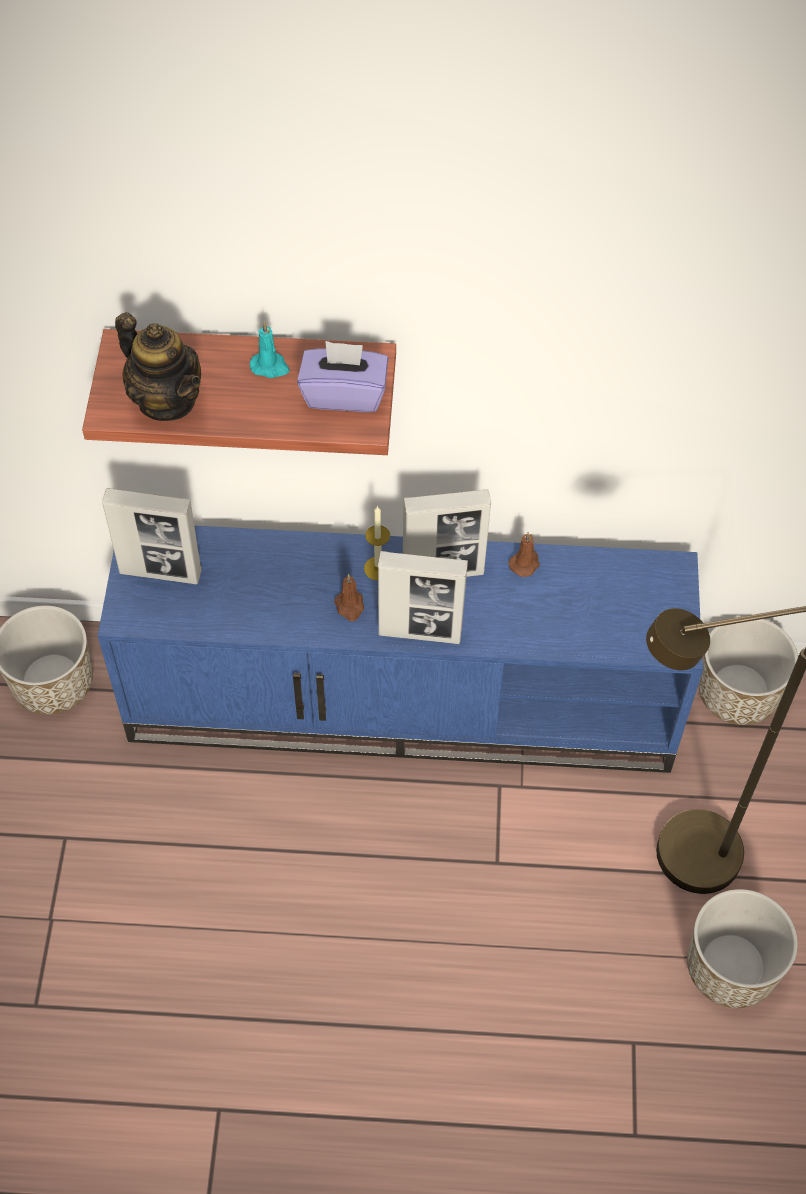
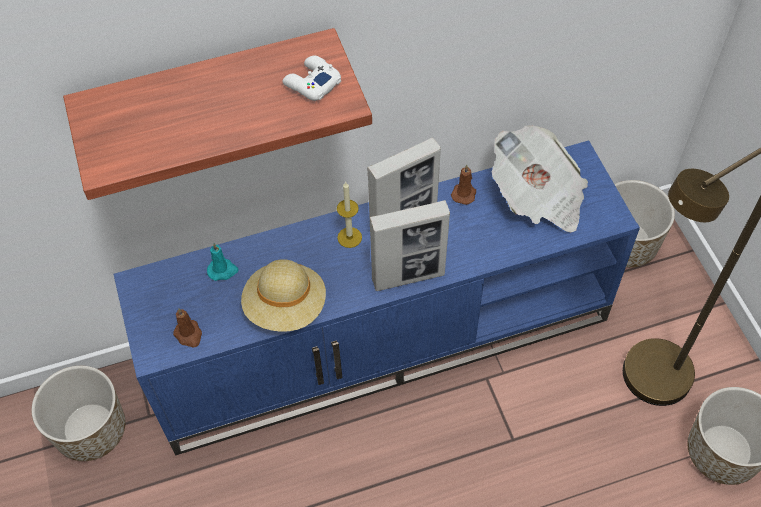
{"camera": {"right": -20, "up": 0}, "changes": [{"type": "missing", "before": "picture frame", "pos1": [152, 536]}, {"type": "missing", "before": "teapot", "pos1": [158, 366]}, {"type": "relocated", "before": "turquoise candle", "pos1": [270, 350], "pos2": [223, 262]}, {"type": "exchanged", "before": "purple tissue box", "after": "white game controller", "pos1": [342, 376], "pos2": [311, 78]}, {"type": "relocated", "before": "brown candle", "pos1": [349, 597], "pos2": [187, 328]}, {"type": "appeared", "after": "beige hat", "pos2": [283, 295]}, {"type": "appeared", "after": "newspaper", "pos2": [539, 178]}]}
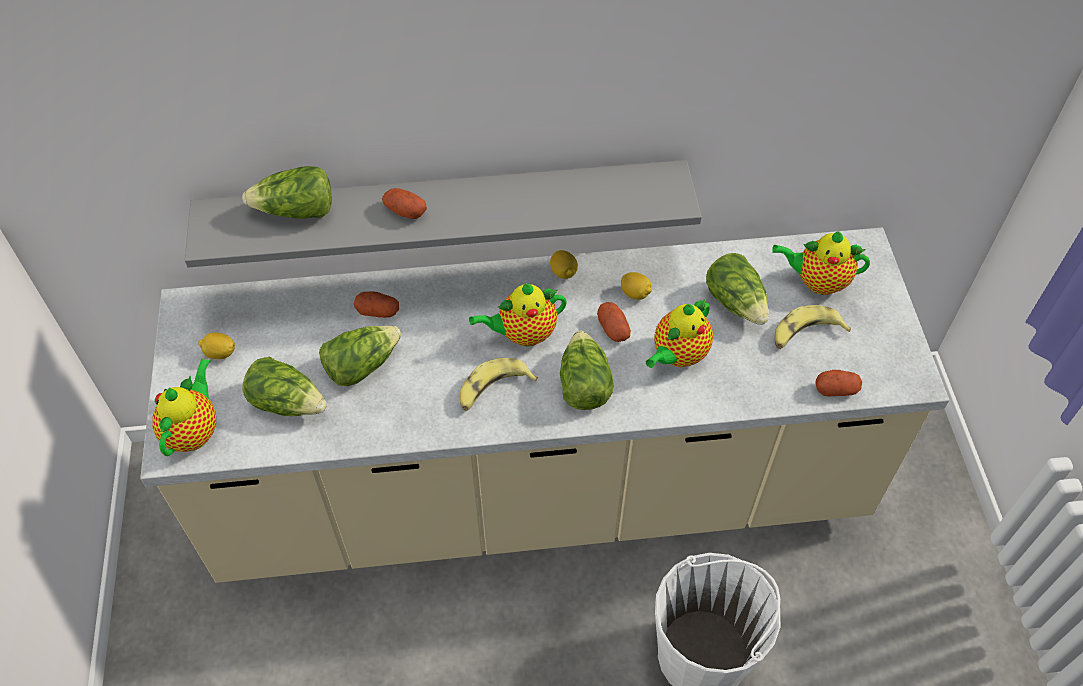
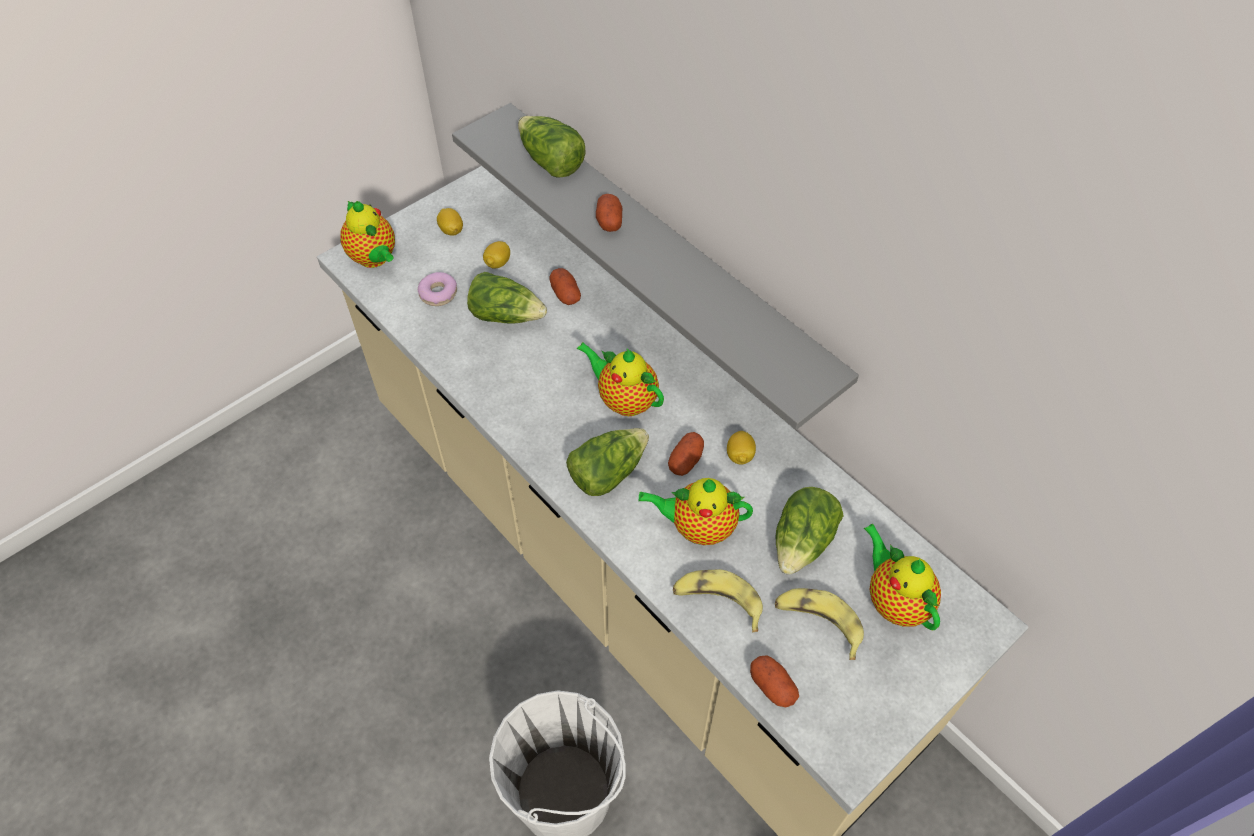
{"camera": {"right": 55, "up": 0}, "changes": [{"type": "spun", "before": "teapot", "pos1": [184, 407], "pos2": [367, 234], "turn": 75}, {"type": "exchanged", "before": "lettuce", "after": "donut", "pos1": [284, 386], "pos2": [437, 289]}, {"type": "relocated", "before": "banana", "pos1": [499, 384], "pos2": [718, 601]}, {"type": "relocated", "before": "lemon", "pos1": [564, 264], "pos2": [496, 255]}]}
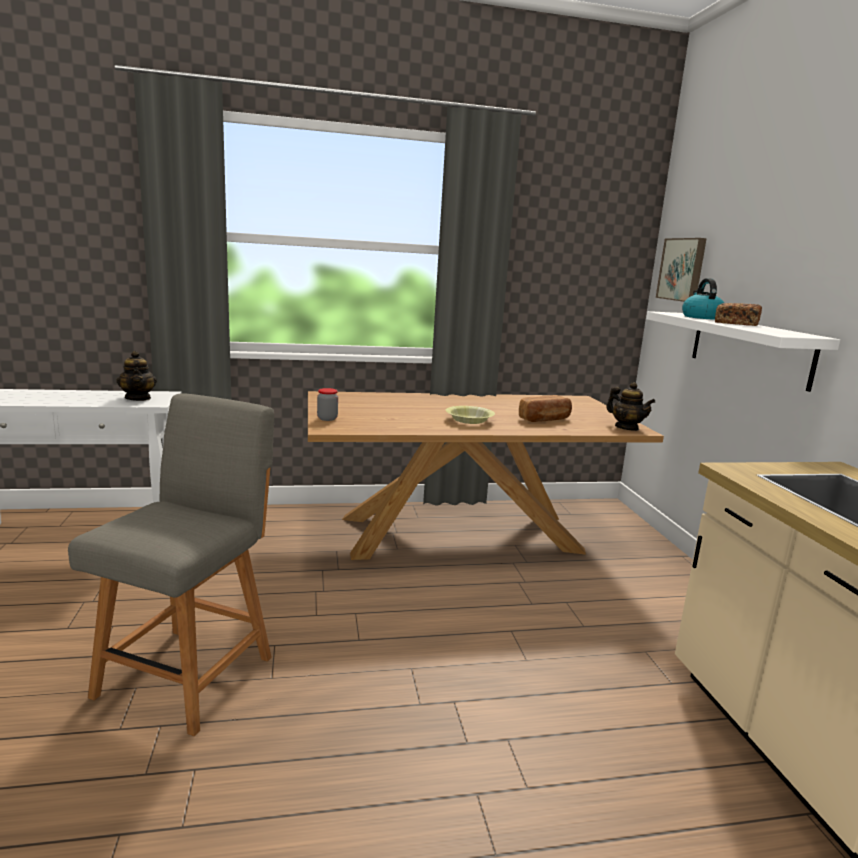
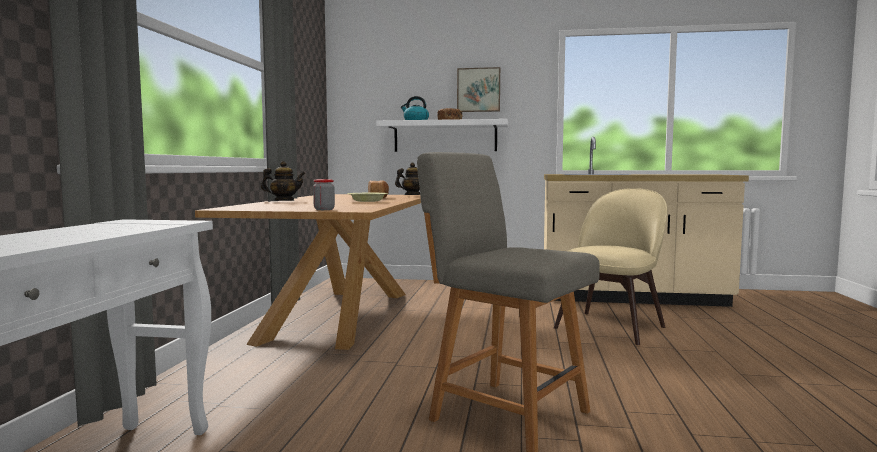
{"camera": {"right": -70, "up": -10}, "changes": [{"type": "relocated", "before": "teapot", "pos1": [137, 376], "pos2": [283, 181]}, {"type": "relocated", "before": "picture", "pos1": [681, 270], "pos2": [478, 89]}, {"type": "appeared", "after": "beige chair", "pos2": [610, 266]}]}
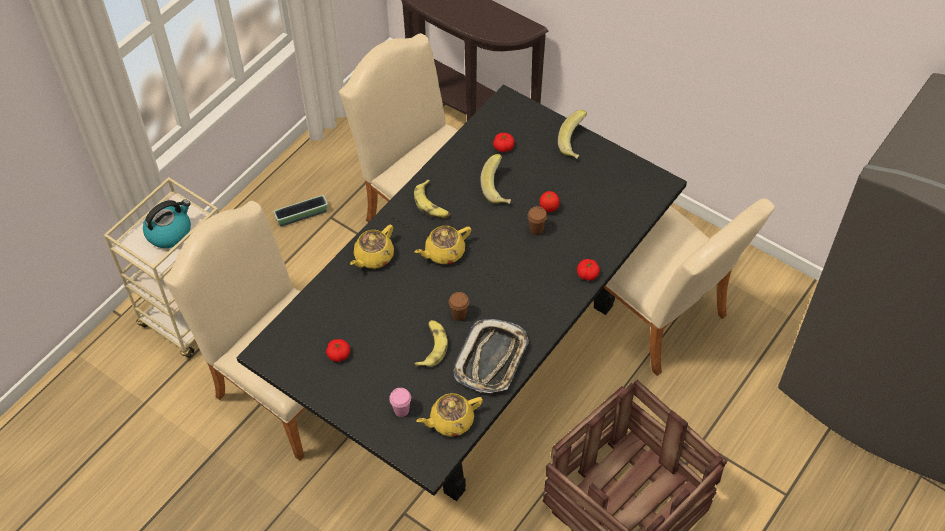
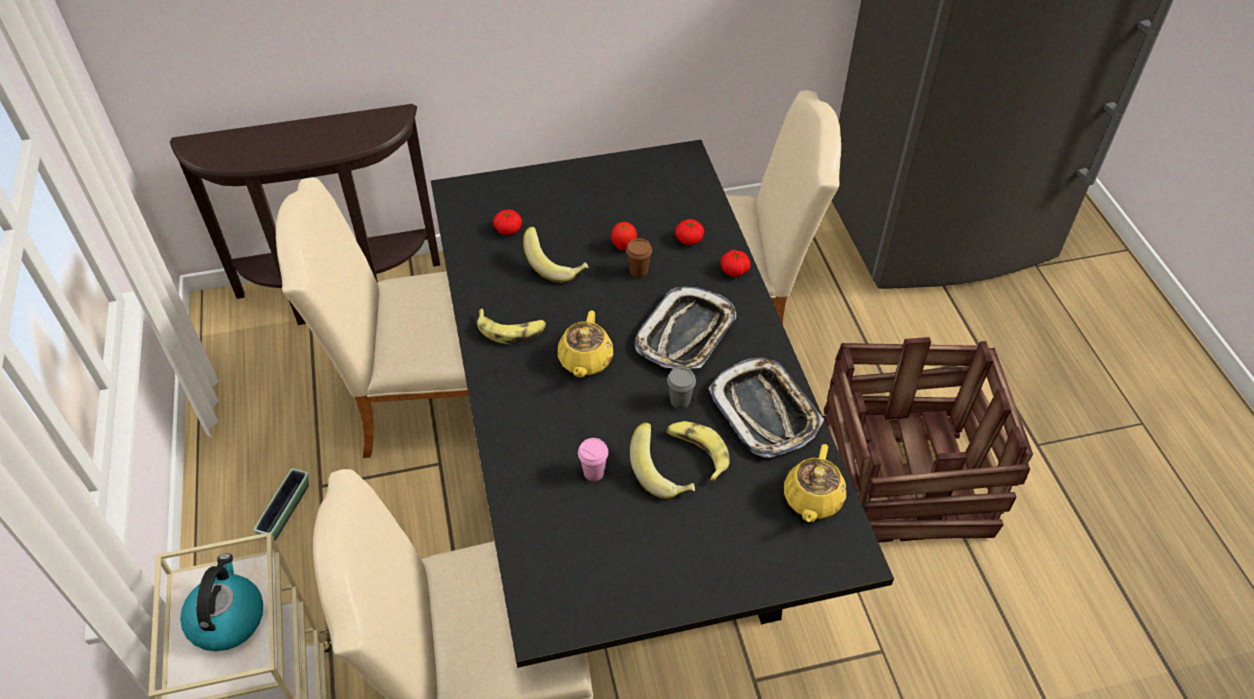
{"camera": {"right": -50, "up": -5}, "changes": [{"type": "relocated", "before": "tomato", "pos1": [338, 350], "pos2": [689, 232]}, {"type": "missing", "before": "yellow teapot", "pos1": [372, 247]}, {"type": "relocated", "before": "pink cup", "pos1": [400, 402], "pos2": [593, 459]}, {"type": "colour", "before": "brown cup", "after": "grey cup", "pos1": [459, 306], "pos2": [681, 388]}, {"type": "relocated", "before": "banana", "pos1": [572, 134], "pos2": [662, 460]}, {"type": "appeared", "after": "tray", "pos2": [685, 327]}]}
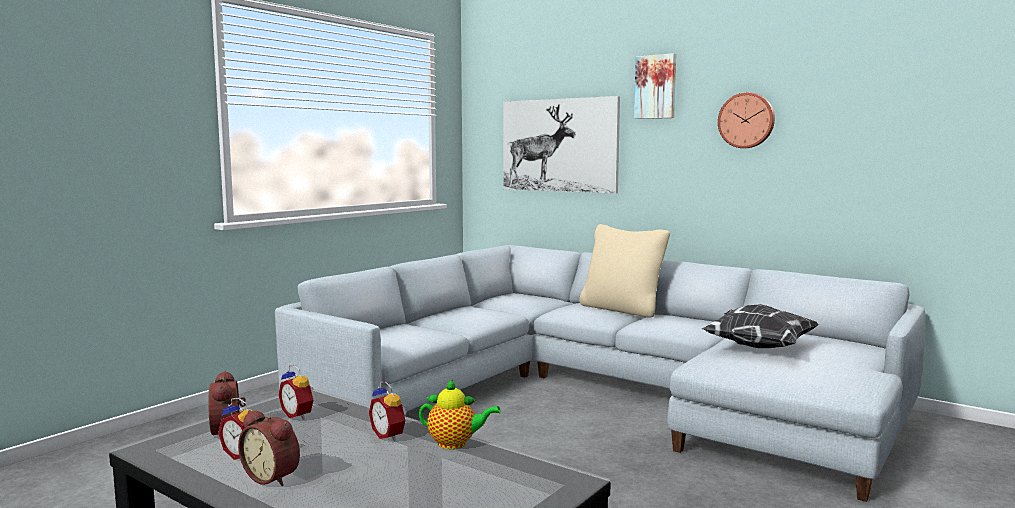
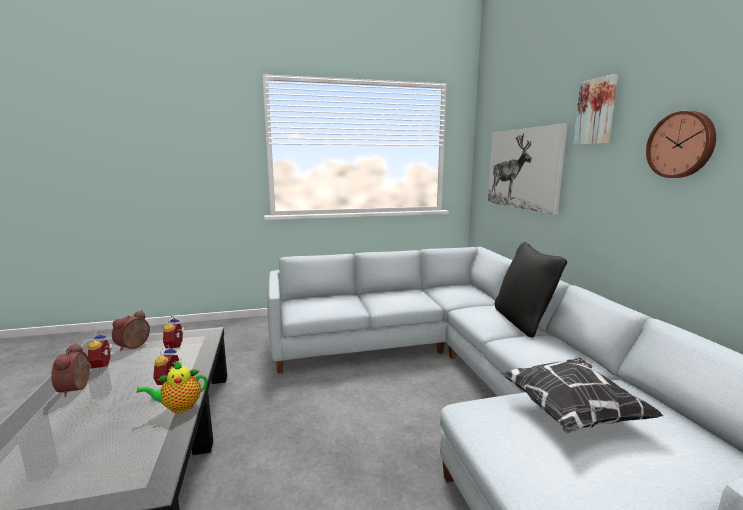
{"camera": {"right": 40, "up": 5}, "changes": [{"type": "spun", "before": "teapot", "pos1": [460, 414], "pos2": [172, 387], "turn": 105}, {"type": "colour", "before": "beige pillow", "after": "black pillow", "pos1": [624, 270], "pos2": [531, 290]}]}
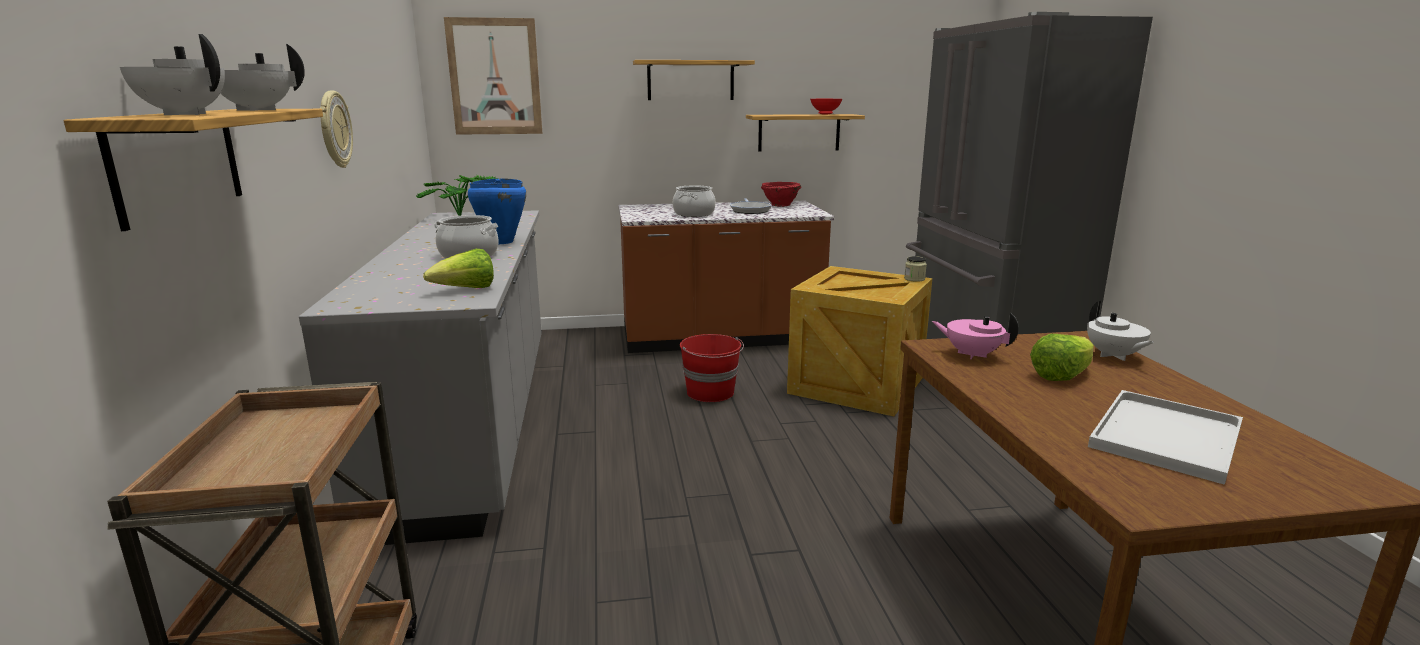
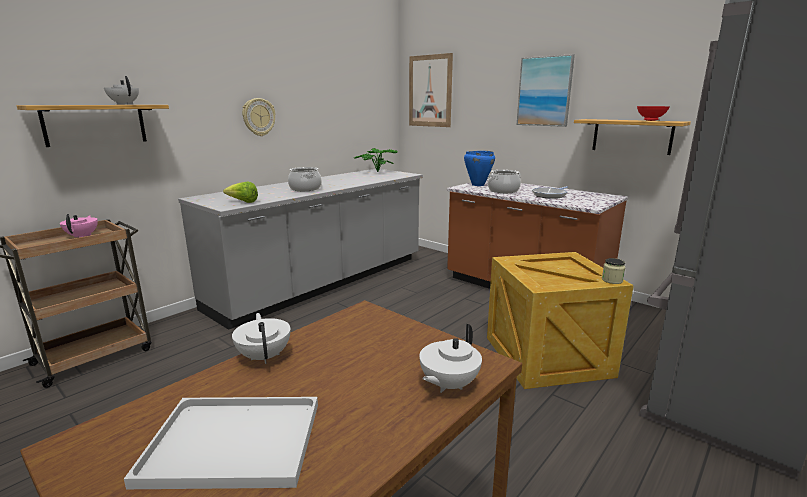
{"camera": {"right": 50, "up": 0}, "changes": [{"type": "relocated", "before": "white teapot", "pos1": [172, 74], "pos2": [261, 338]}, {"type": "relocated", "before": "blue cooking pot", "pos1": [497, 211], "pos2": [479, 168]}, {"type": "exchanged", "before": "shelf", "after": "picture", "pos1": [694, 80], "pos2": [546, 90]}, {"type": "missing", "before": "red bucket", "pos1": [712, 368]}, {"type": "missing", "before": "red bowl", "pos1": [781, 194]}, {"type": "relocated", "before": "pink teapot", "pos1": [975, 336], "pos2": [79, 226]}, {"type": "missing", "before": "lettuce", "pos1": [1062, 357]}]}
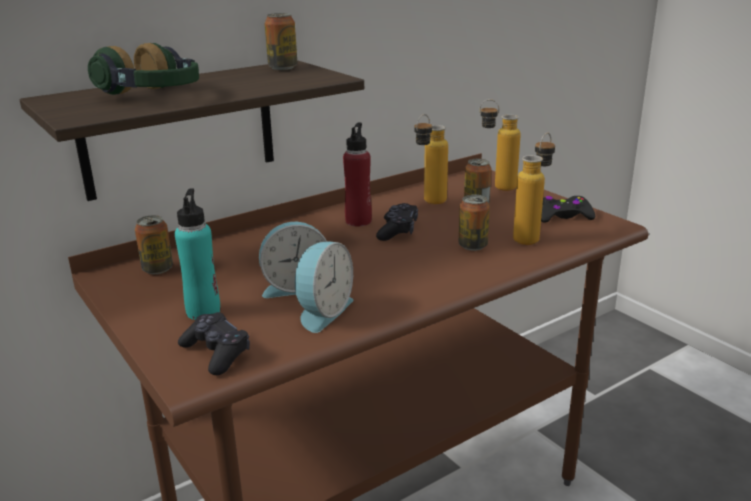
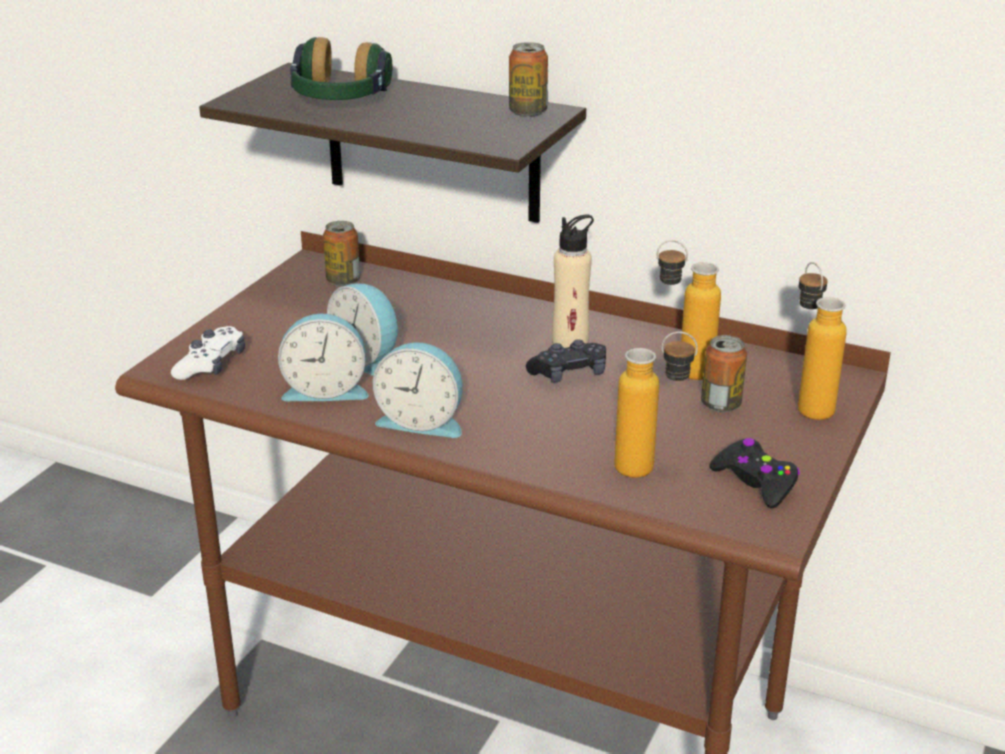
{"camera": {"right": 60, "up": 5}, "changes": [{"type": "missing", "before": "turquoise bottle", "pos1": [197, 254]}, {"type": "colour", "before": "black game controller", "after": "white game controller", "pos1": [214, 343], "pos2": [208, 353]}, {"type": "colour", "before": "red bottle", "after": "beige bottle", "pos1": [357, 174], "pos2": [573, 281]}, {"type": "missing", "before": "can", "pos1": [474, 223]}, {"type": "appeared", "after": "alarm clock", "pos2": [417, 390]}]}
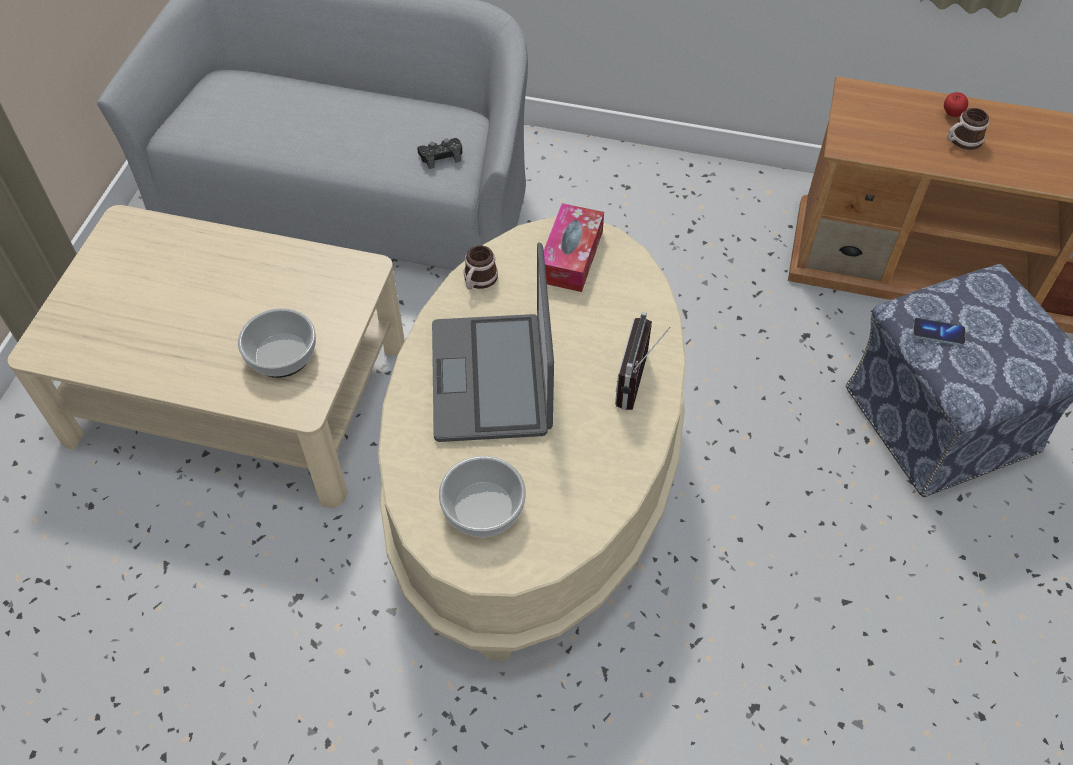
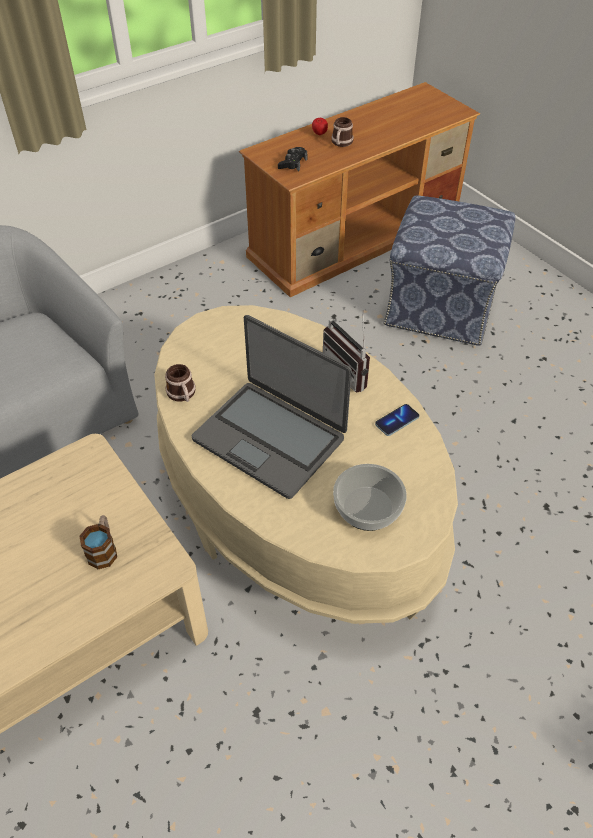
{"camera": {"right": -50, "up": -5}, "changes": [{"type": "exchanged", "before": "bowl", "after": "mug", "pos1": [277, 343], "pos2": [98, 542]}, {"type": "relocated", "before": "black game controller", "pos1": [439, 153], "pos2": [292, 159]}, {"type": "missing", "before": "tissue box", "pos1": [574, 247]}, {"type": "relocated", "before": "phone", "pos1": [939, 332], "pos2": [397, 420]}]}
